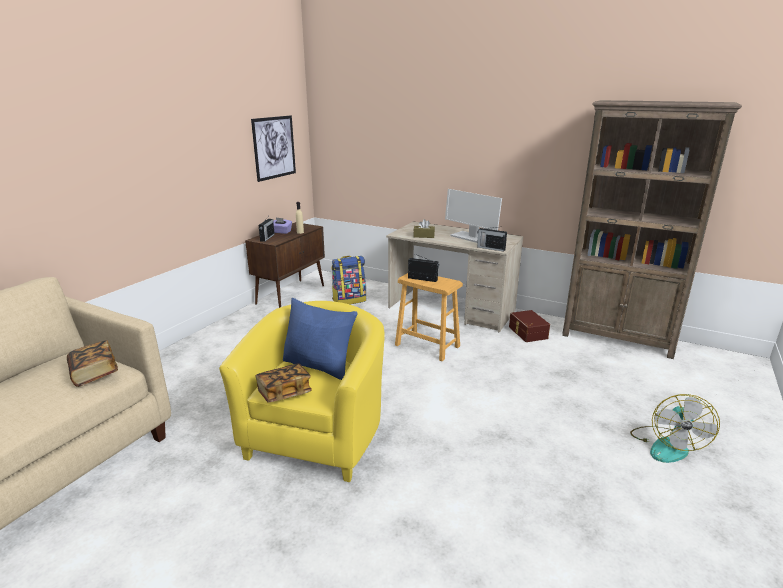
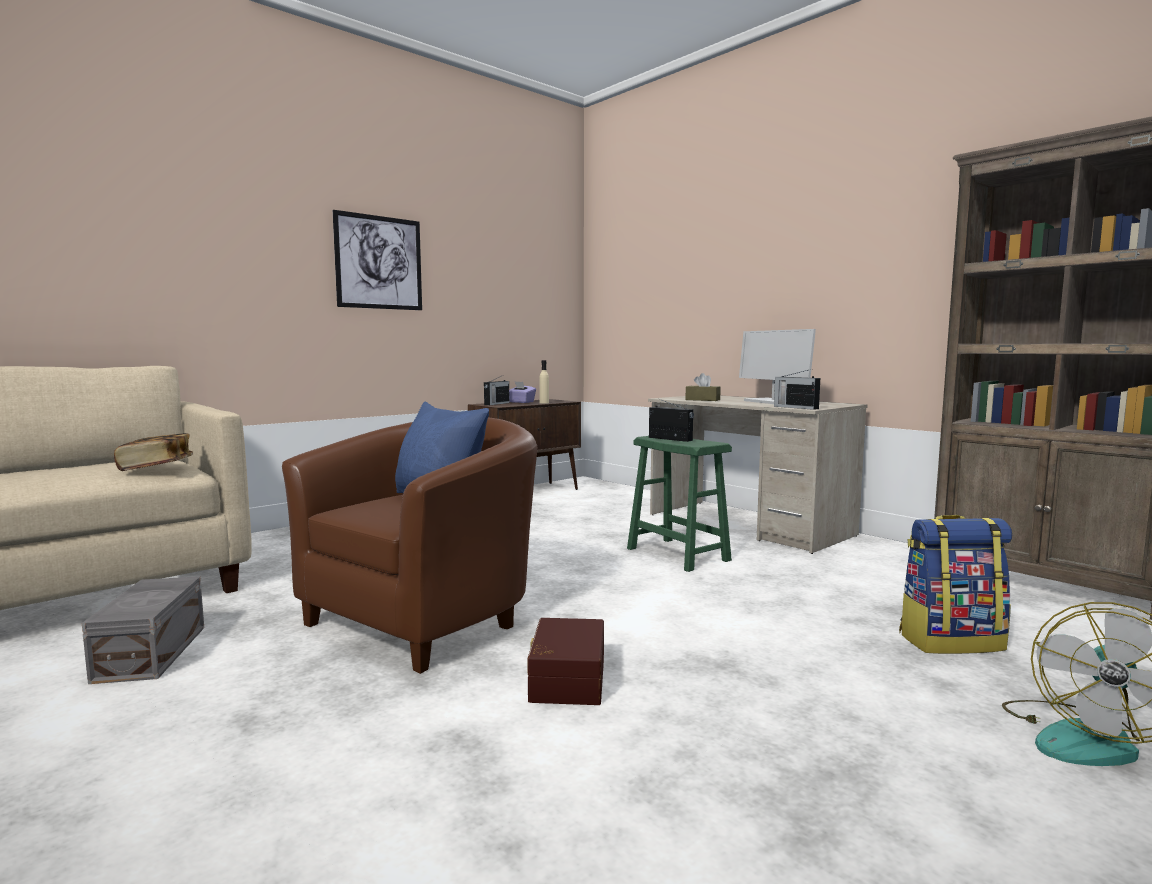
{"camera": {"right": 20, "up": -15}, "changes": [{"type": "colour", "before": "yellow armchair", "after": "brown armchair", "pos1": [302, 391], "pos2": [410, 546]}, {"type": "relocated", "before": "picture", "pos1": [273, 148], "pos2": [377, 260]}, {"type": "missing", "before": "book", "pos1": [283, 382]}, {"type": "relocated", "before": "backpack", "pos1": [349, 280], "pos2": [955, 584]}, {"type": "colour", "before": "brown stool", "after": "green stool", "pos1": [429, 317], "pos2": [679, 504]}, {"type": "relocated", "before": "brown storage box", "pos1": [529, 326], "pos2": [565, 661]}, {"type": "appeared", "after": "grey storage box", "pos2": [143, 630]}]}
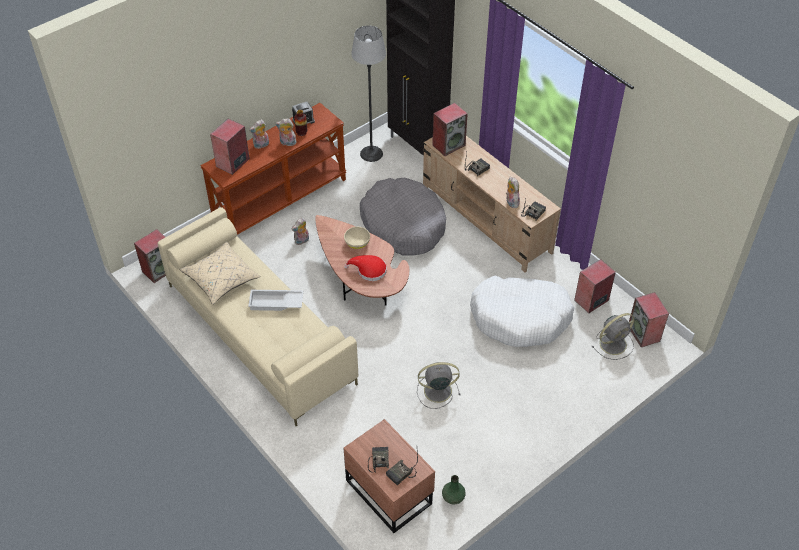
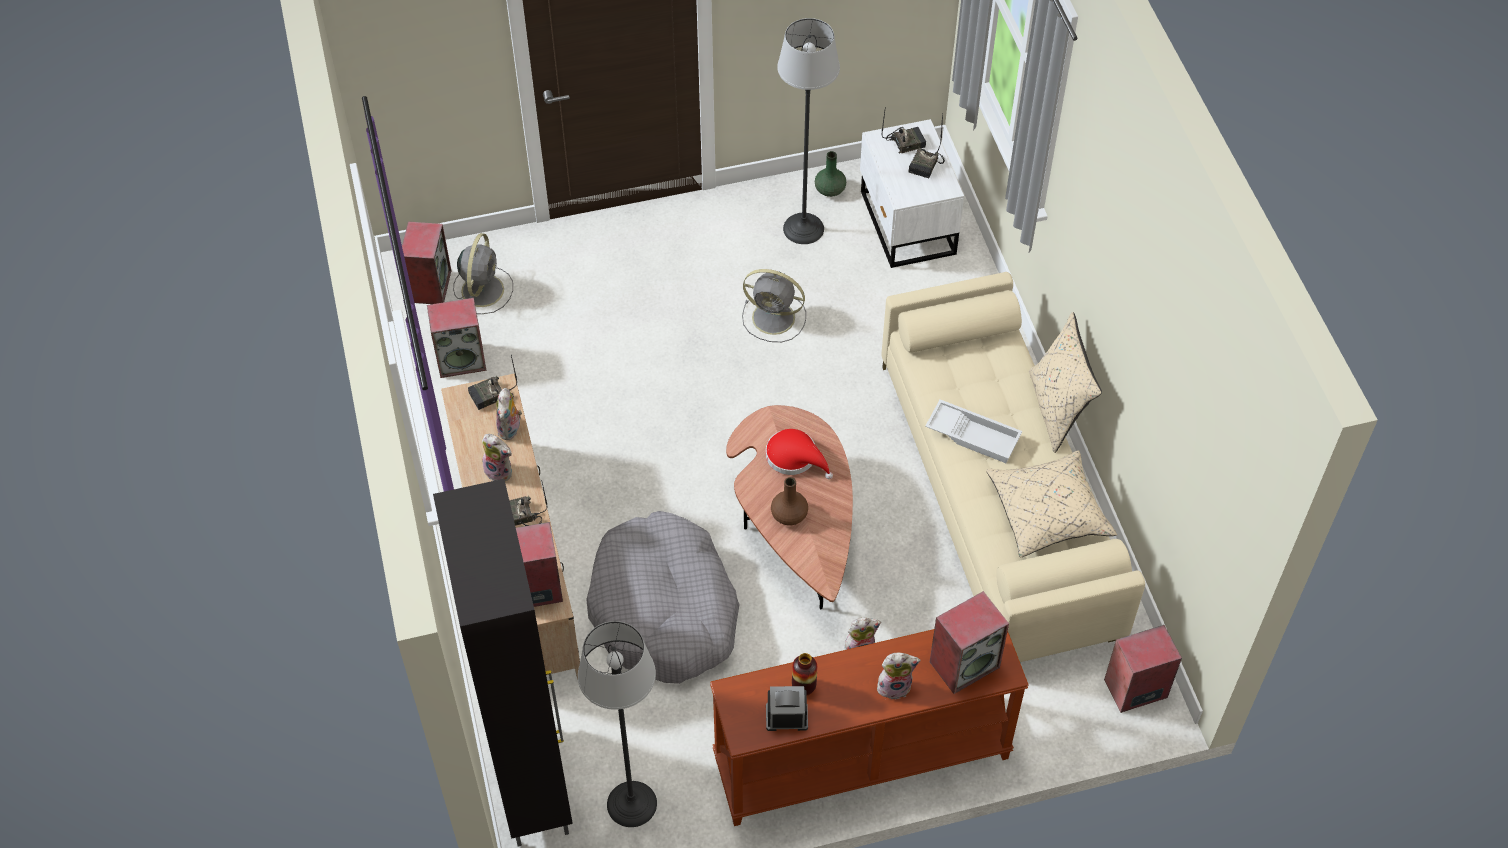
{"camera": {"right": -155, "up": 5}, "changes": [{"type": "relocated", "before": "plush toy", "pos1": [286, 132], "pos2": [497, 457]}, {"type": "exchanged", "before": "beige bowl", "after": "brown vase", "pos1": [357, 238], "pos2": [789, 501]}, {"type": "colour", "before": "brown nightstand", "after": "white nightstand", "pos1": [389, 476], "pos2": [912, 193]}, {"type": "missing", "before": "white dog bed", "pos1": [522, 311]}, {"type": "spun", "before": "grey fan", "pos1": [613, 336], "pos2": [483, 273], "turn": 105}, {"type": "appeared", "after": "floor lamp", "pos2": [808, 131]}, {"type": "appeared", "after": "beige pillow", "pos2": [1065, 382]}]}
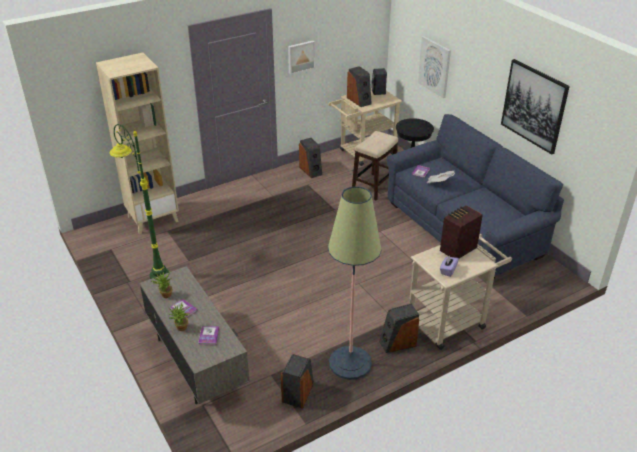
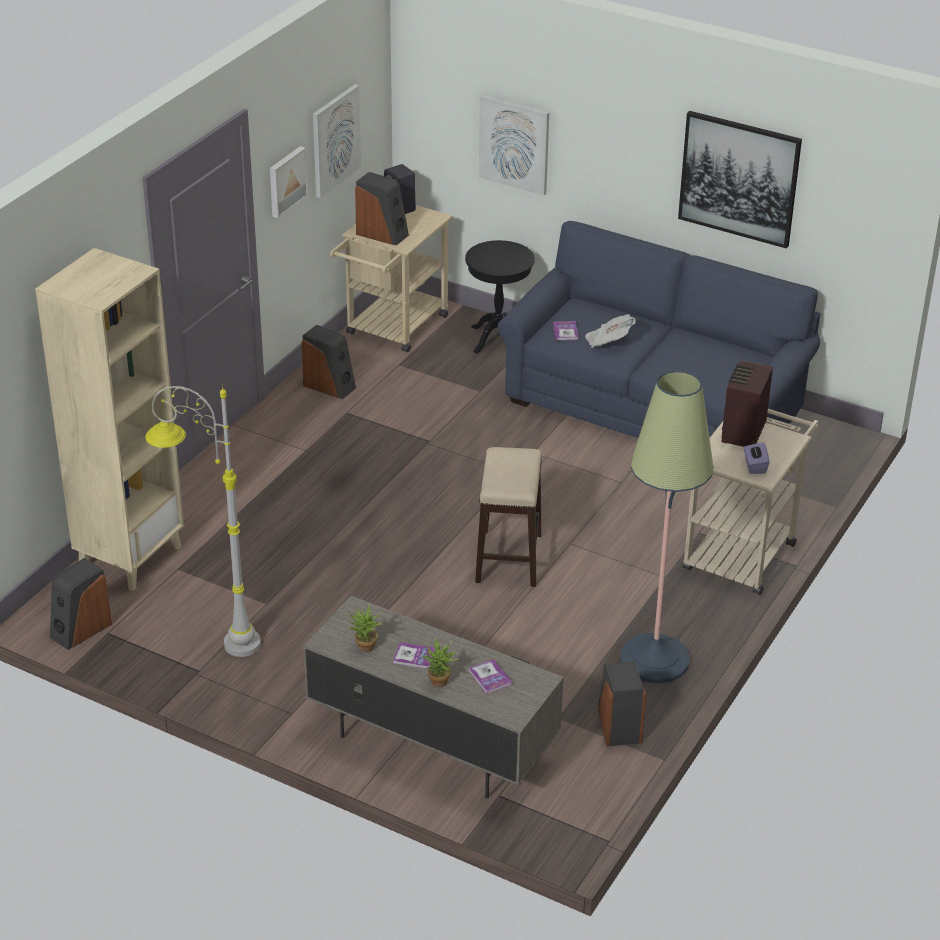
{"camera": {"right": -30, "up": 0}, "changes": [{"type": "colour", "before": "green floor lamp", "after": "grey floor lamp", "pos1": [139, 201], "pos2": [203, 520]}, {"type": "relocated", "before": "stool", "pos1": [375, 165], "pos2": [508, 517]}, {"type": "relocated", "before": "speaker", "pos1": [399, 328], "pos2": [81, 604]}, {"type": "appeared", "after": "picture", "pos2": [337, 141]}]}
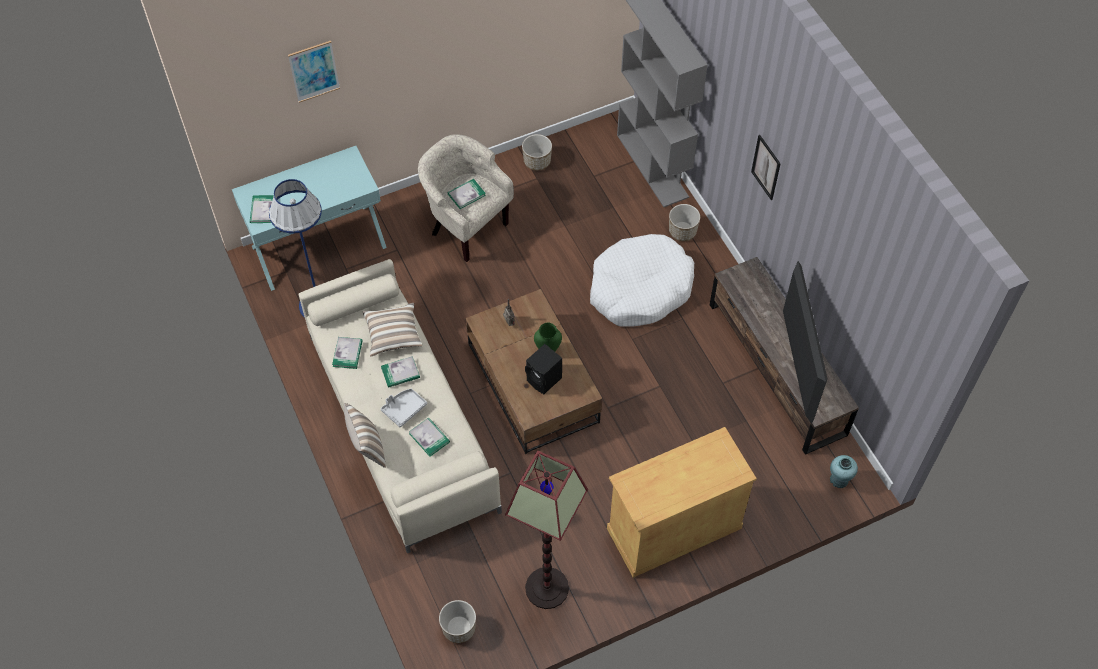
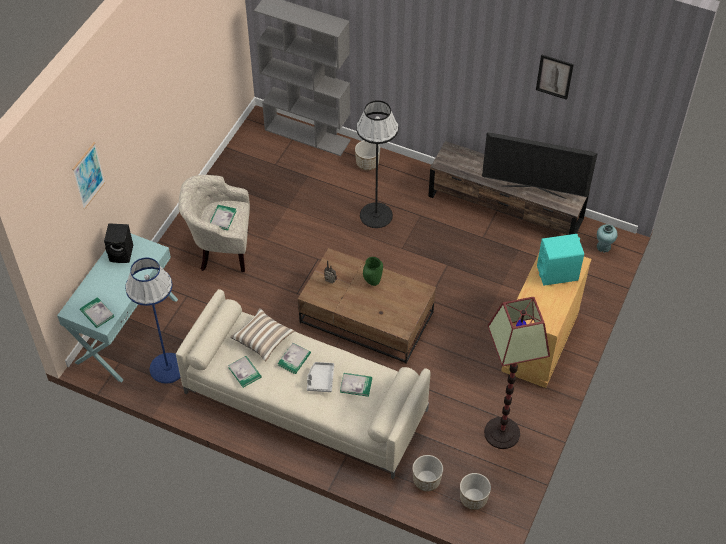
{"camera": {"right": -40, "up": -5}, "changes": [{"type": "missing", "before": "pillow", "pos1": [365, 435]}, {"type": "relocated", "before": "planter", "pos1": [537, 152], "pos2": [427, 473]}, {"type": "relocated", "before": "black speaker", "pos1": [543, 369], "pos2": [118, 243]}, {"type": "exchanged", "before": "white dog bed", "after": "black floor lamp", "pos1": [642, 280], "pos2": [377, 164]}, {"type": "relocated", "before": "picture", "pos1": [766, 167], "pos2": [555, 77]}, {"type": "spun", "before": "television", "pos1": [805, 342], "pos2": [540, 165], "turn": 150}, {"type": "appeared", "after": "turquoise speaker", "pos2": [560, 260]}]}
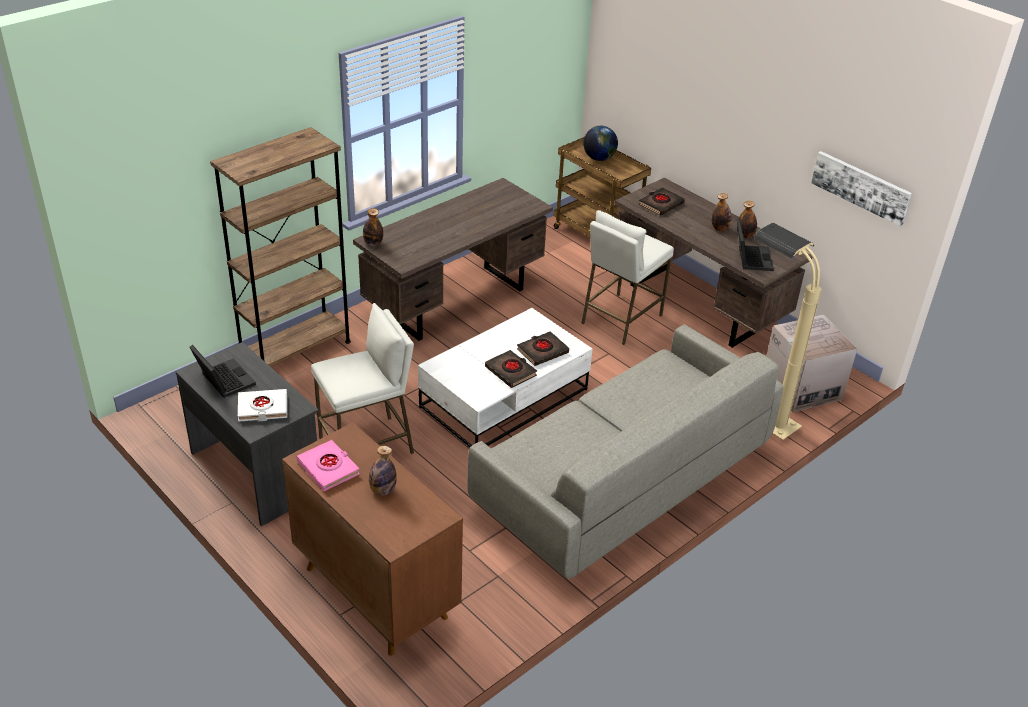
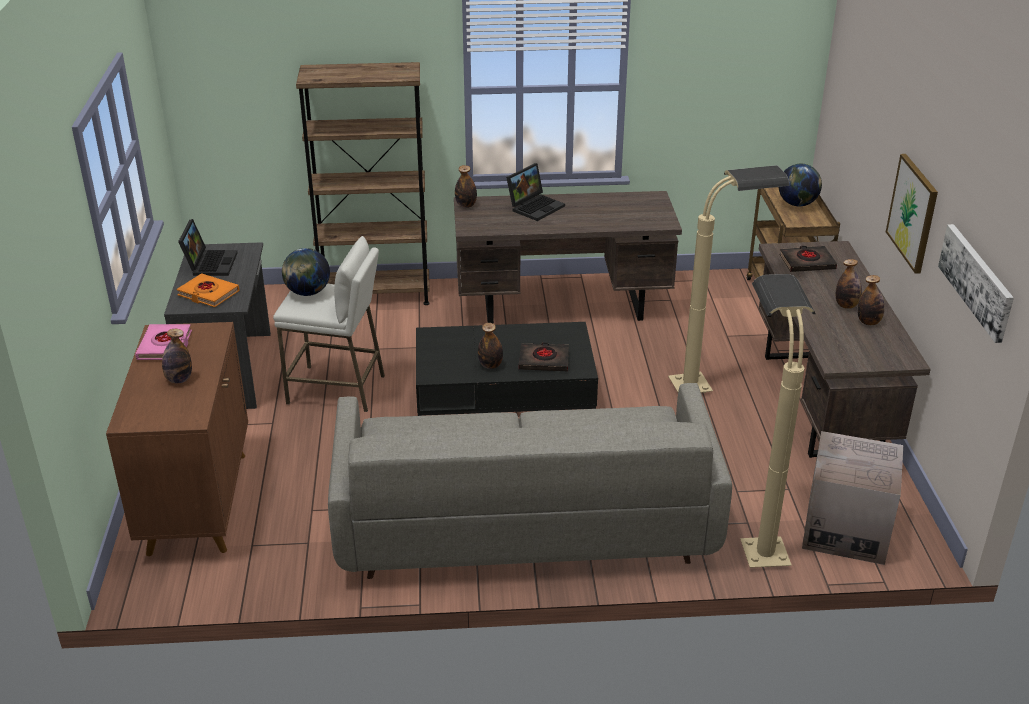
{"camera": {"right": 40, "up": -5}, "changes": [{"type": "colour", "before": "white book", "after": "orange book", "pos1": [262, 405], "pos2": [208, 290]}, {"type": "colour", "before": "white coffee table", "after": "black coffee table", "pos1": [505, 377], "pos2": [507, 369]}, {"type": "exchanged", "before": "black book", "after": "bottle", "pos1": [511, 369], "pos2": [490, 346]}, {"type": "exchanged", "before": "white stool", "after": "beige floor lamp", "pos1": [627, 277], "pos2": [728, 279]}, {"type": "relocated", "before": "laptop", "pos1": [755, 245], "pos2": [535, 192]}, {"type": "appeared", "after": "globe", "pos2": [306, 272]}, {"type": "appeared", "after": "picture", "pos2": [912, 214]}]}
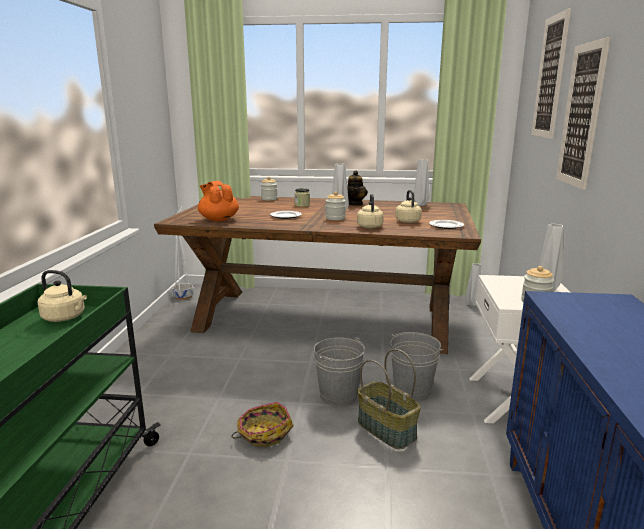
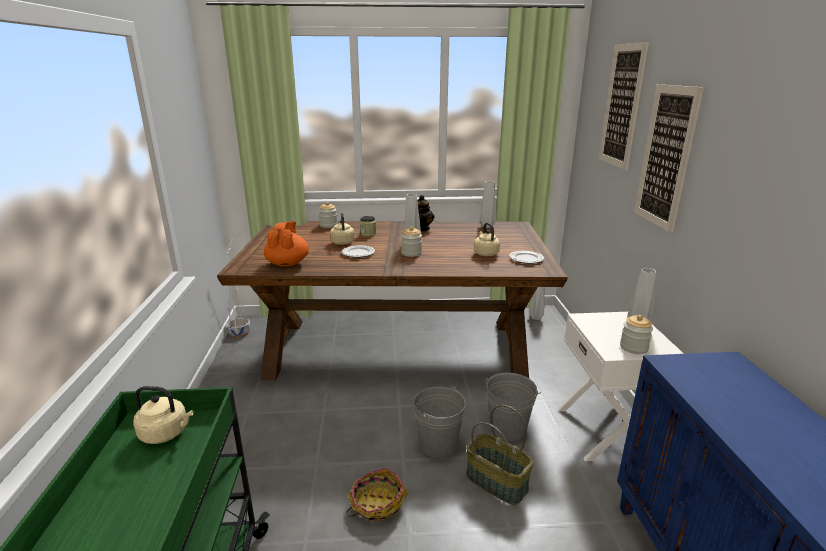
{"camera": {"right": -10, "up": 5}, "changes": [{"type": "spun", "before": "orange teapot", "pos1": [218, 201], "pos2": [286, 244], "turn": 45}, {"type": "relocated", "before": "beige kettle", "pos1": [370, 211], "pos2": [342, 229]}]}
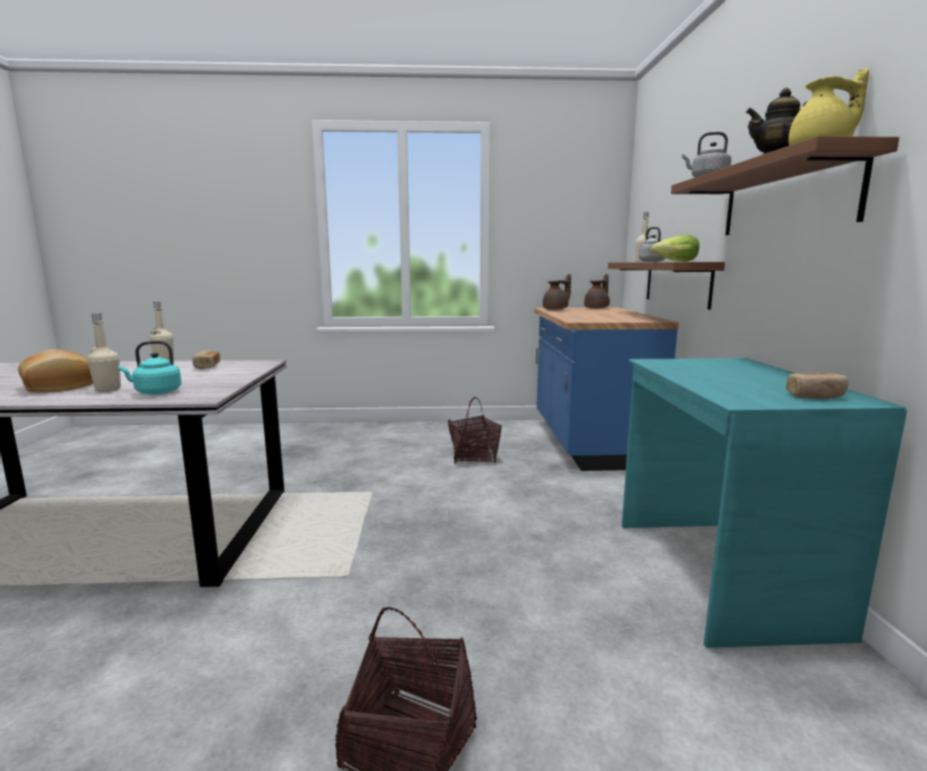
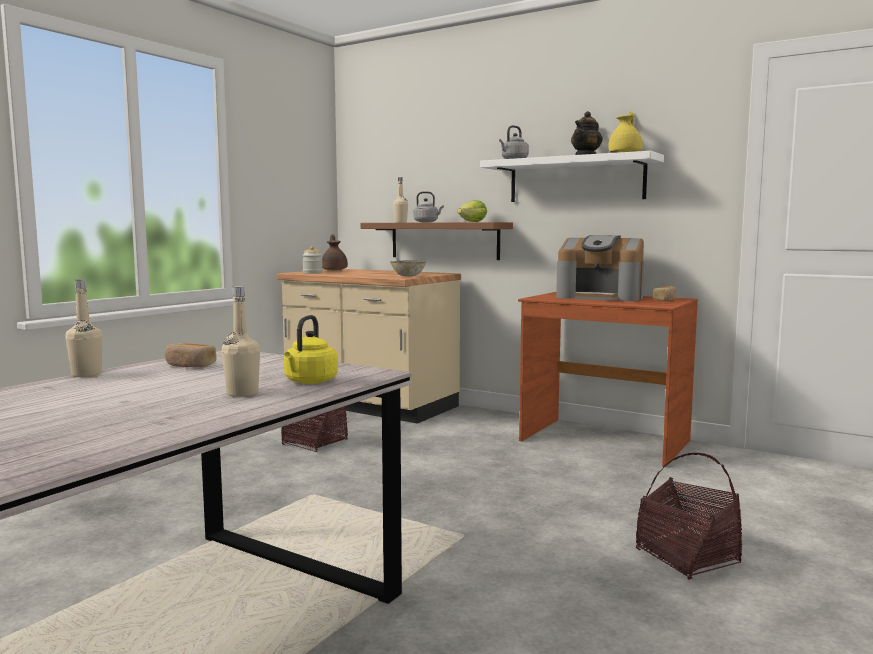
{"camera": {"right": -55, "up": -5}, "changes": [{"type": "missing", "before": "bread", "pos1": [55, 370]}, {"type": "colour", "before": "turquoise kettle", "after": "yellow kettle", "pos1": [149, 368], "pos2": [311, 349]}, {"type": "colour", "before": "blue counter", "after": "beige counter", "pos1": [606, 389], "pos2": [369, 346]}, {"type": "exchanged", "before": "brown teapot", "after": "jar", "pos1": [557, 292], "pos2": [312, 259]}, {"type": "colour", "before": "turquoise desk", "after": "brown desk", "pos1": [764, 503], "pos2": [608, 379]}, {"type": "colour", "before": "brown shelf", "after": "white shelf", "pos1": [785, 185], "pos2": [572, 176]}, {"type": "appeared", "after": "bowl", "pos2": [408, 268]}, {"type": "appeared", "after": "coffee machine", "pos2": [600, 268]}]}
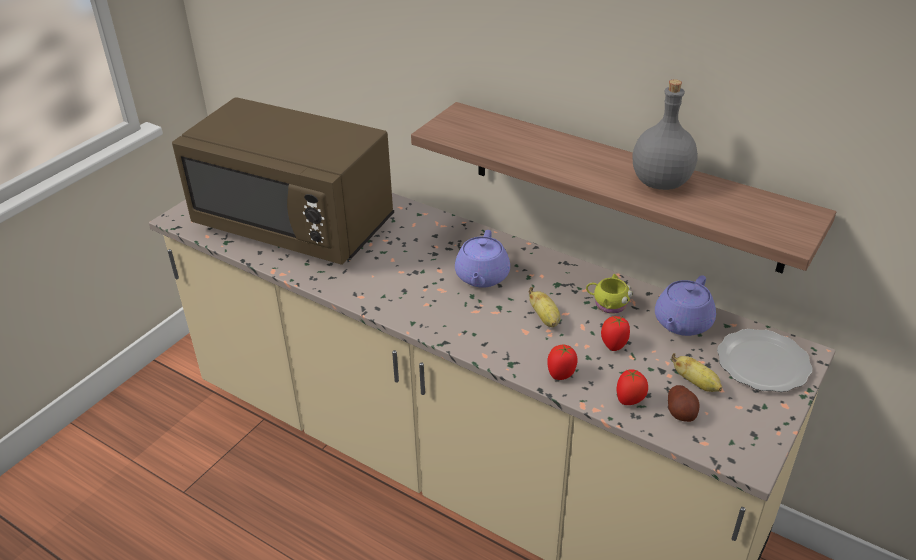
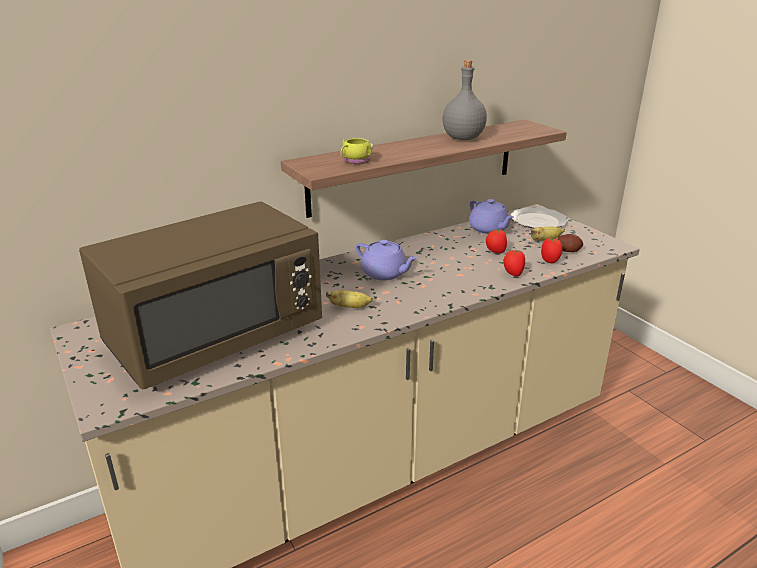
{"camera": {"right": -65, "up": -10}, "changes": [{"type": "relocated", "before": "banana", "pos1": [544, 307], "pos2": [349, 299]}, {"type": "relocated", "before": "yellow mug", "pos1": [609, 294], "pos2": [357, 151]}]}
